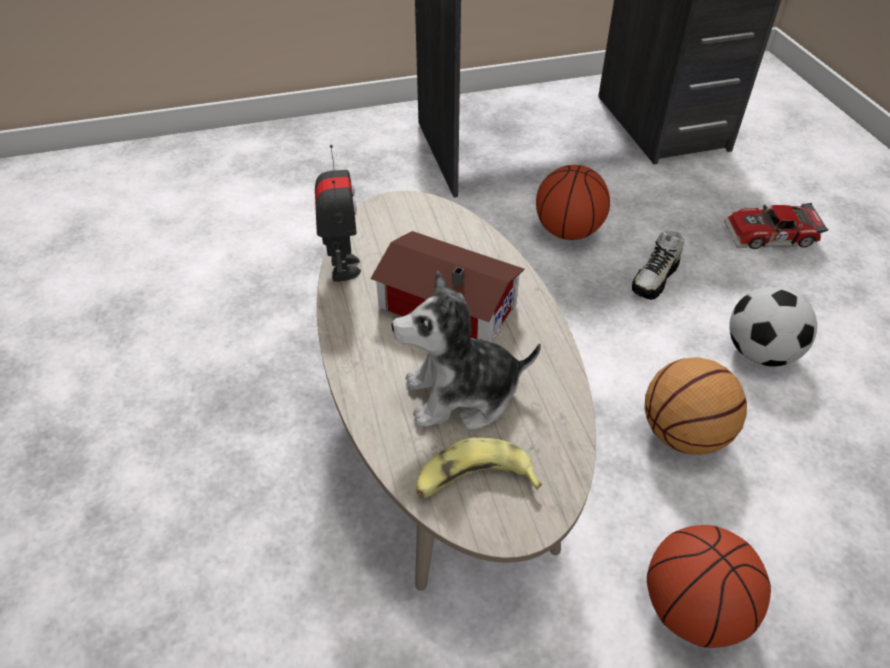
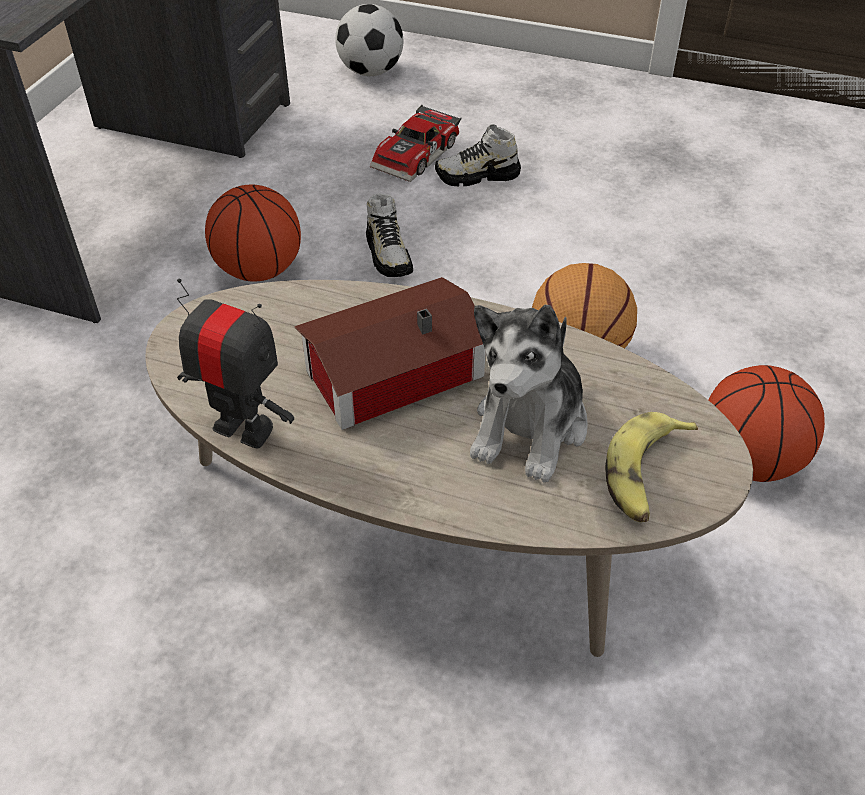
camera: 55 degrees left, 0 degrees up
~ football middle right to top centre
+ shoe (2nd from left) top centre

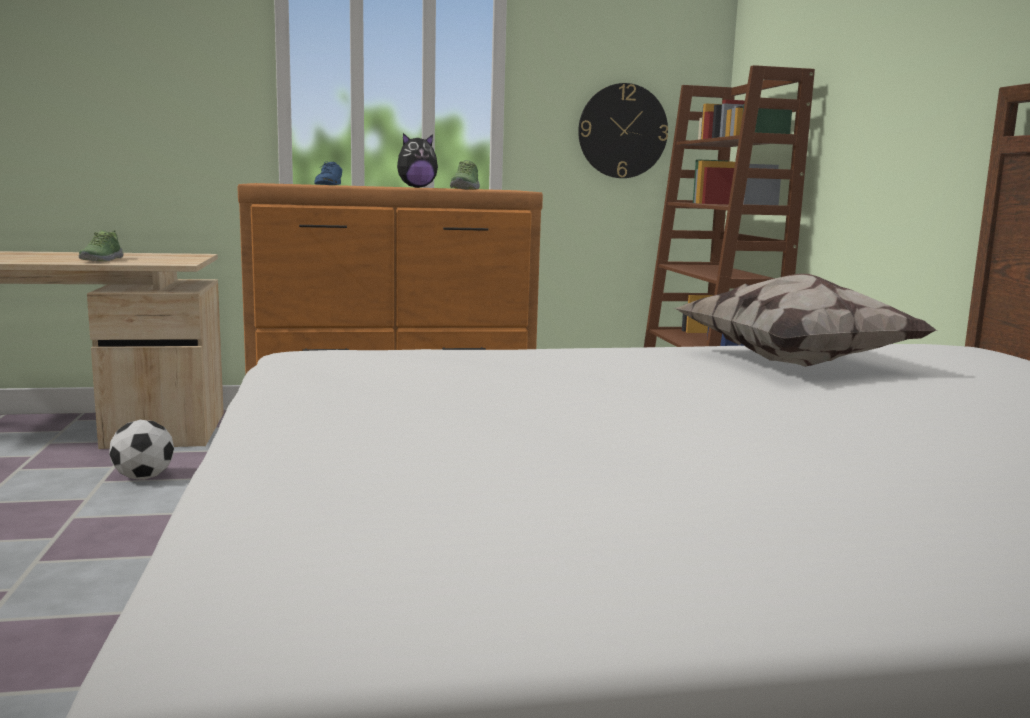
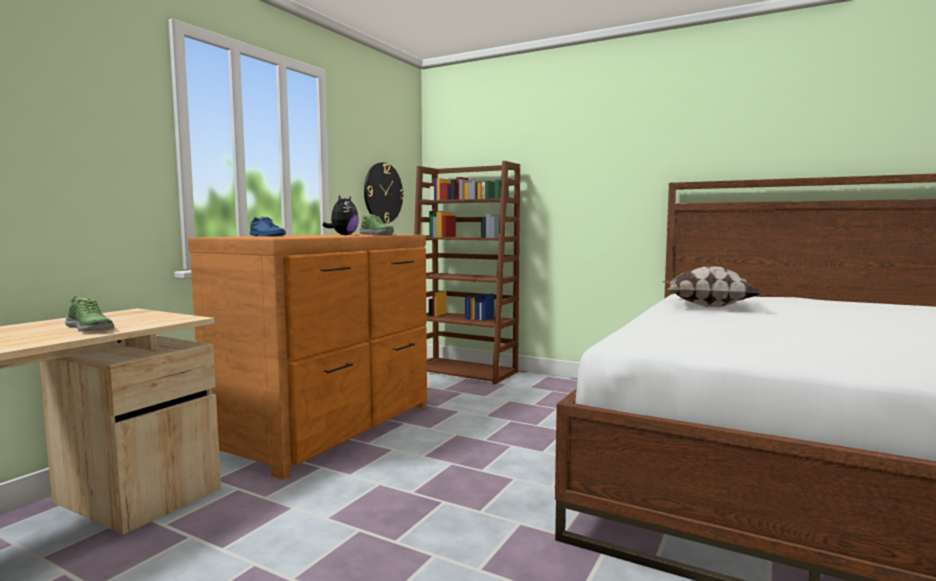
camera: 50 degrees left, 5 degrees down
- football middle left

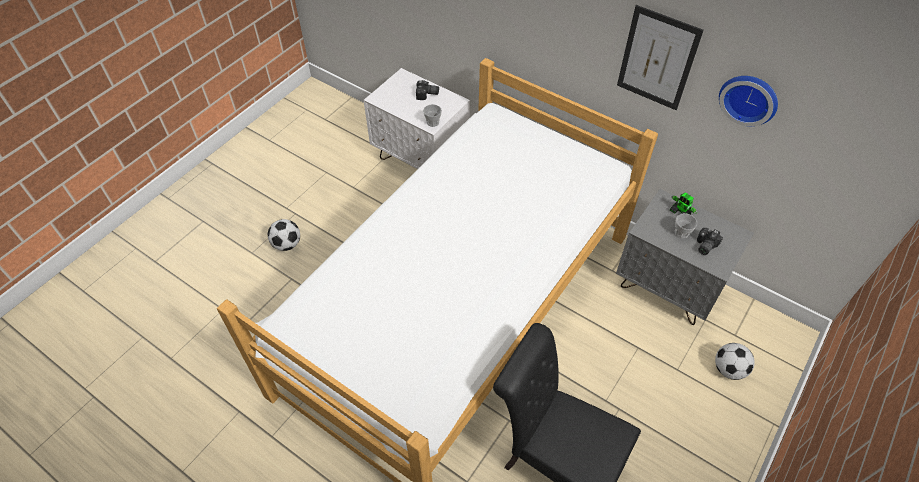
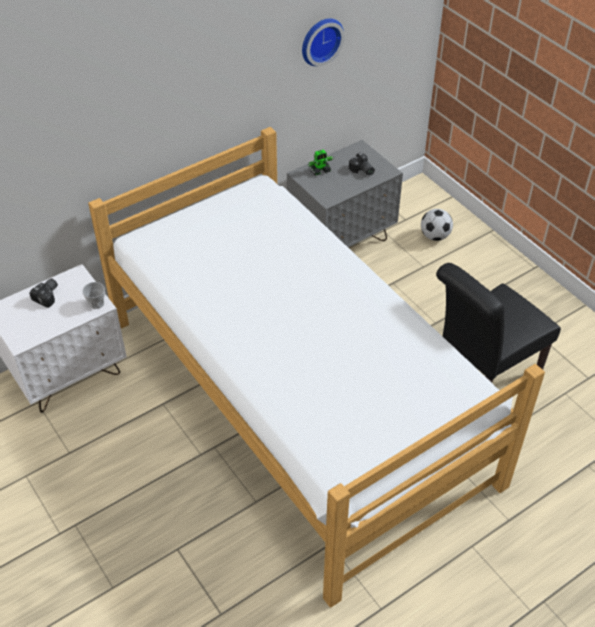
camera: 70 degrees left, 5 degrees down
- picture top right
- cup (2nd from left) middle right
- football (1st from left) middle left

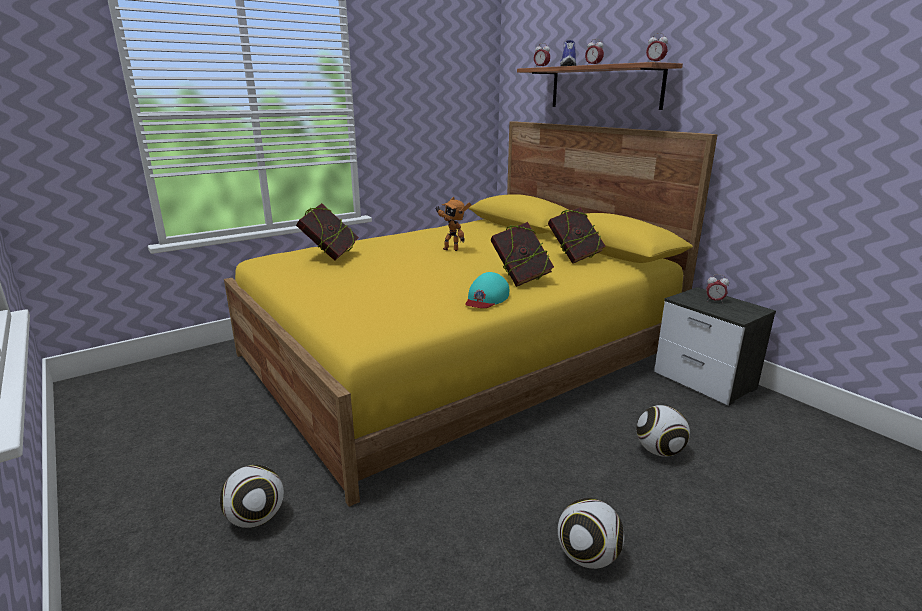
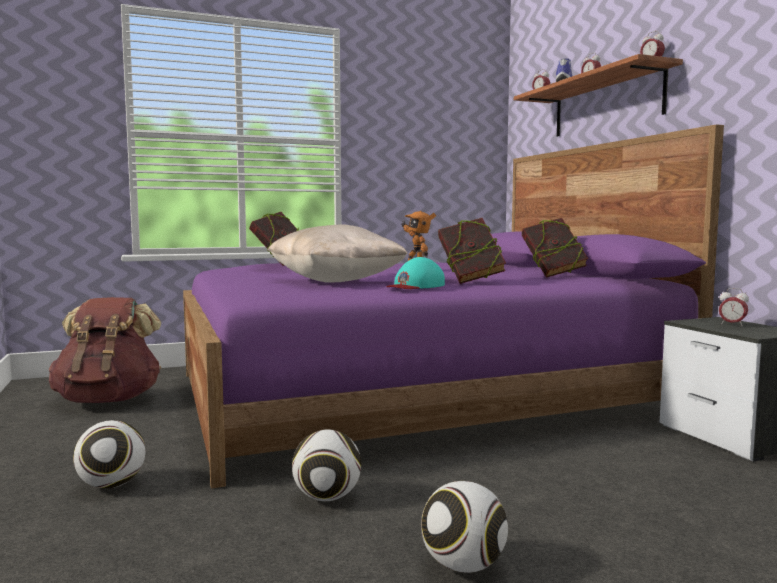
camera: 15 degrees right, 15 degrees down
~ yellow bed centre to purple bed centre
~ football (3rd from left in the first image) bottom right to football (2nd from left) bottom centre
+ beige pillow centre
+ brown backpack middle left

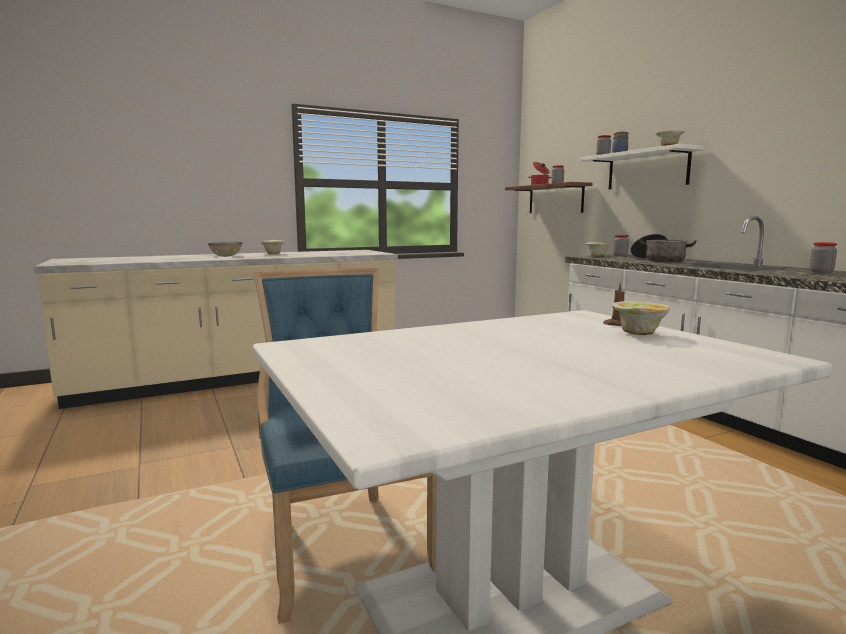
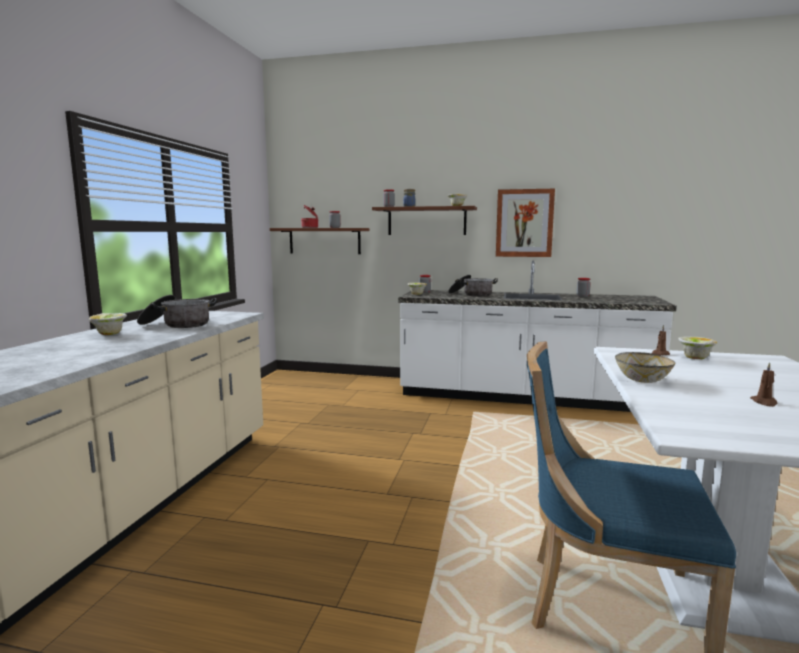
camera: 50 degrees left, 0 degrees up
~ white shelf top right to brown shelf (2nd from left) centre
~ bowl (1st from left in the first image) middle left to bowl (4th from left) middle right
+ picture centre
+ cooking pot (1st from left) middle left
+ brown candle (2nd from left) middle right

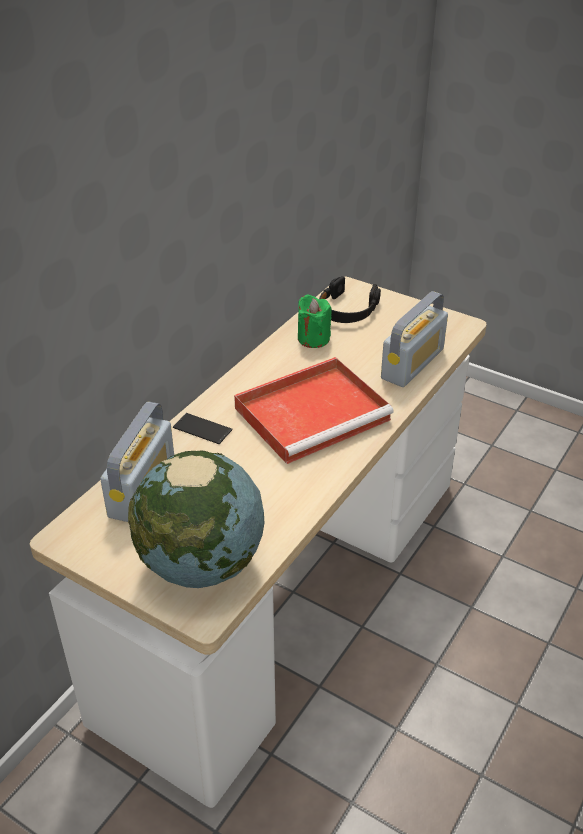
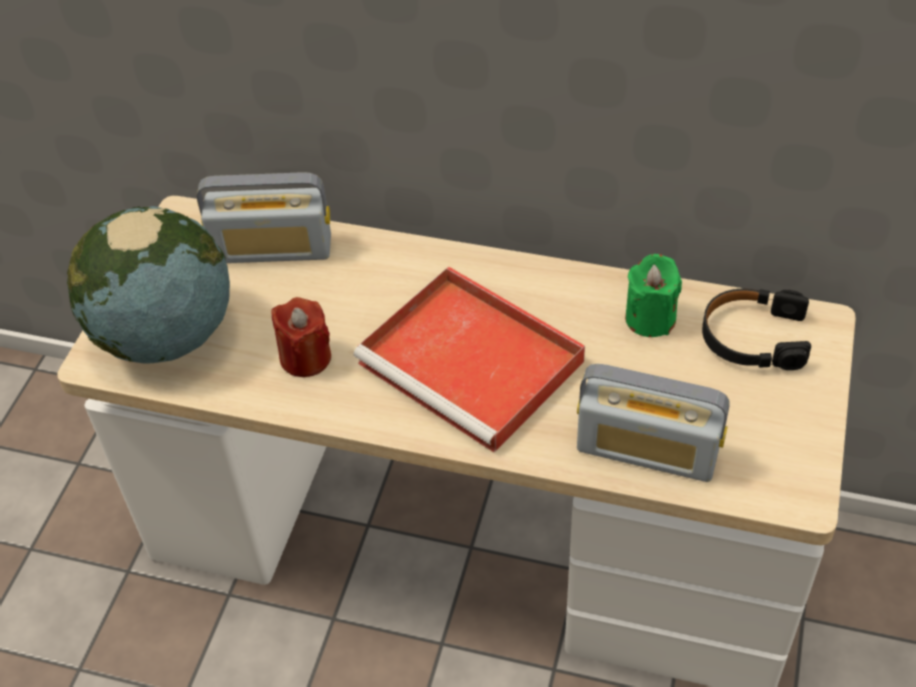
camera: 75 degrees right, 10 degrees up
- phone centre
+ red candle middle left

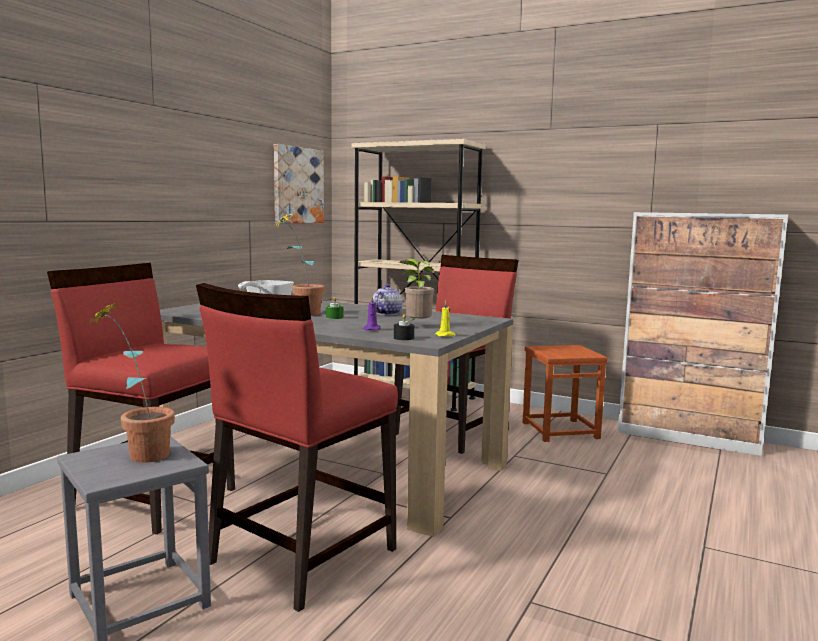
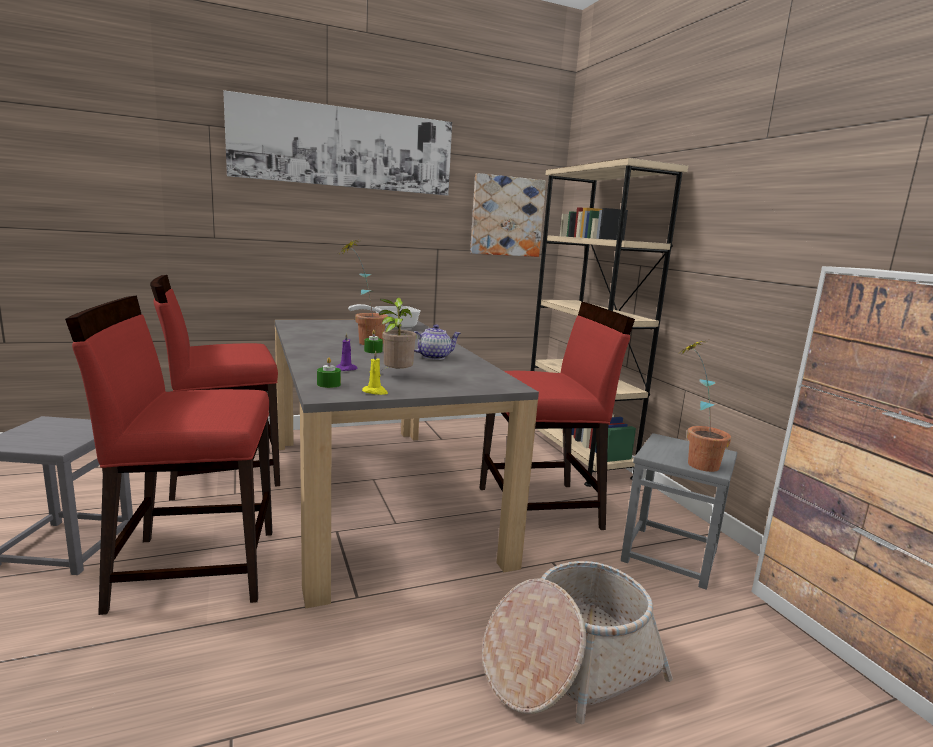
camera: 40 degrees right, 5 degrees up
~ red chair (1st from left in the first image) middle left = middle left 90 degrees counterclockwise
~ potted plant (1st from left in the first image) middle left to potted plant (3rd from left) middle right
~ black candle centre to green candle (1st from left) centre
~ brown stool middle right to grey stool (2nd from left) bottom right
+ picture (1st from left) top centre
+ basket bottom centre

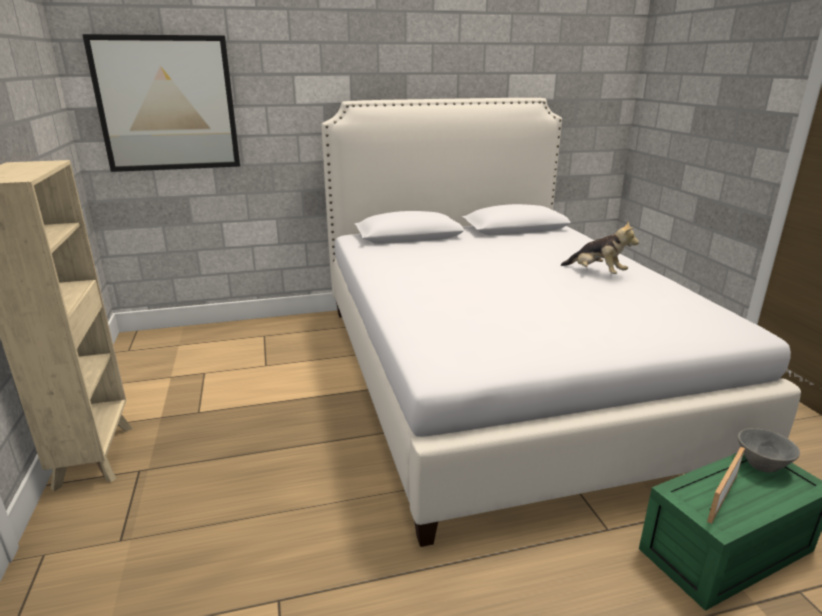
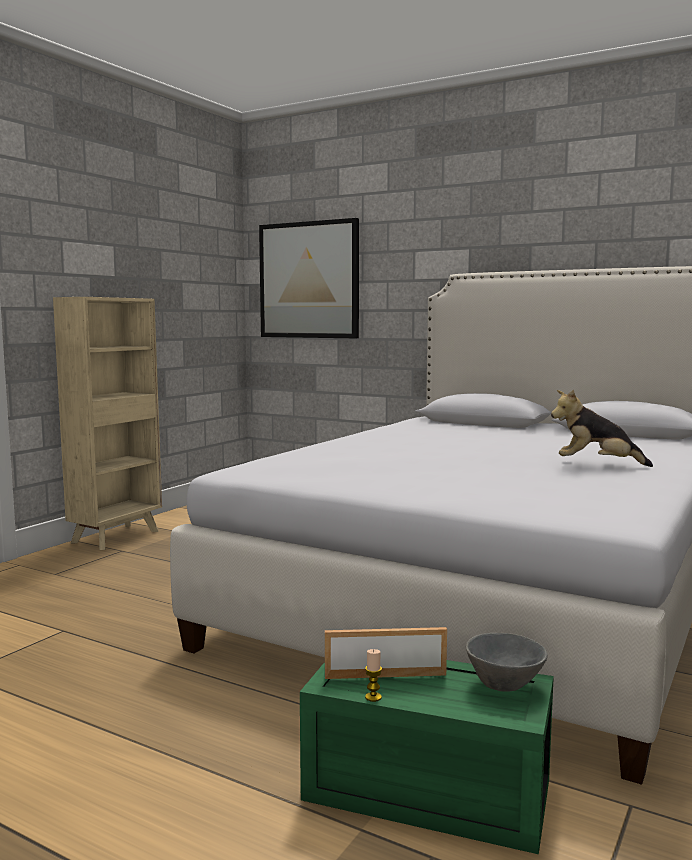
camera: 45 degrees right, 15 degrees down
~ plush toy middle right = middle right 105 degrees clockwise
+ candle bottom centre

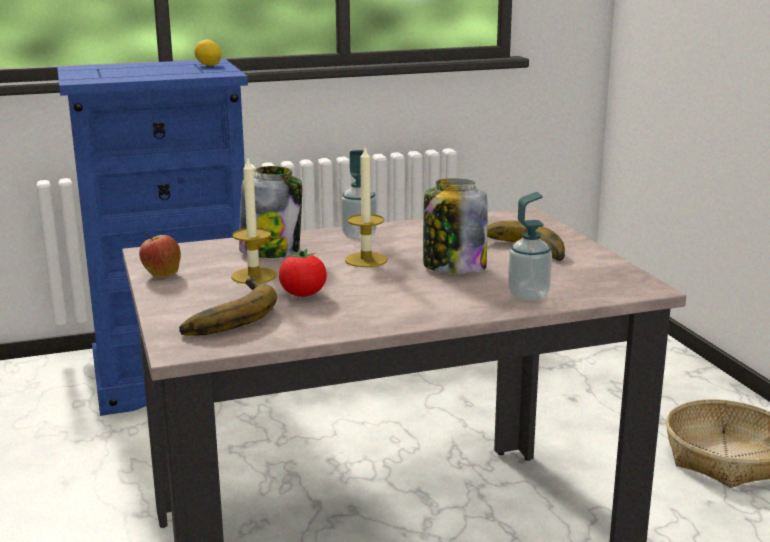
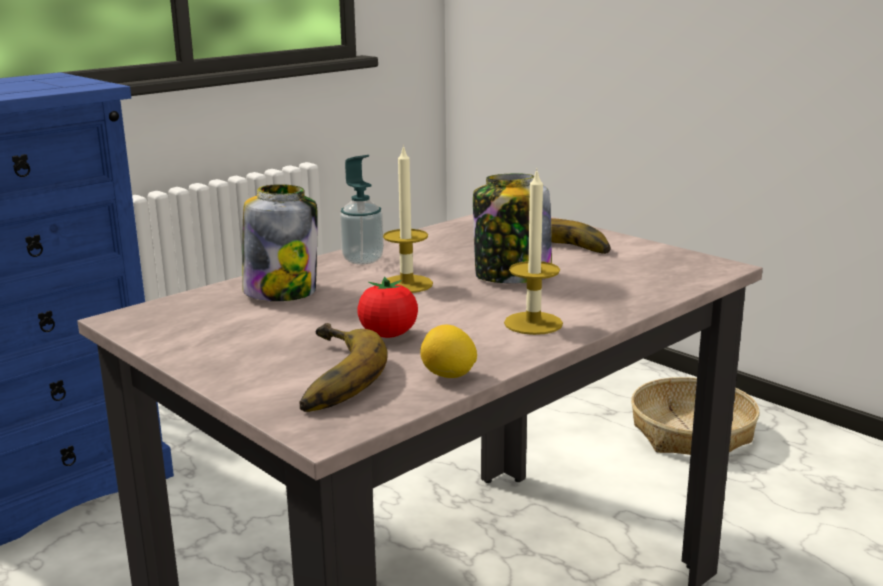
camera: 25 degrees left, 0 degrees up
~ lemon top left to centre
~ candle (1st from left in the first image) middle left to candle (2nd from left) centre
- soap dispenser (2nd from left) middle right
- apple middle left

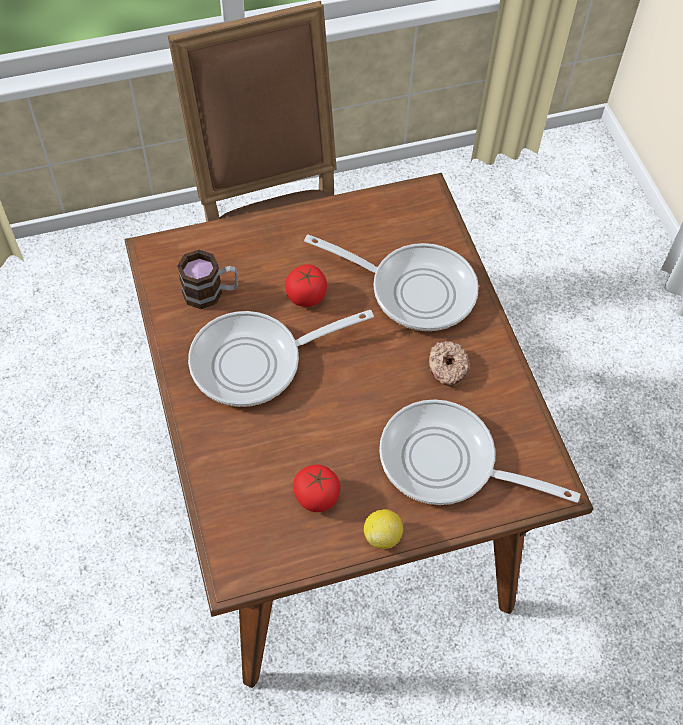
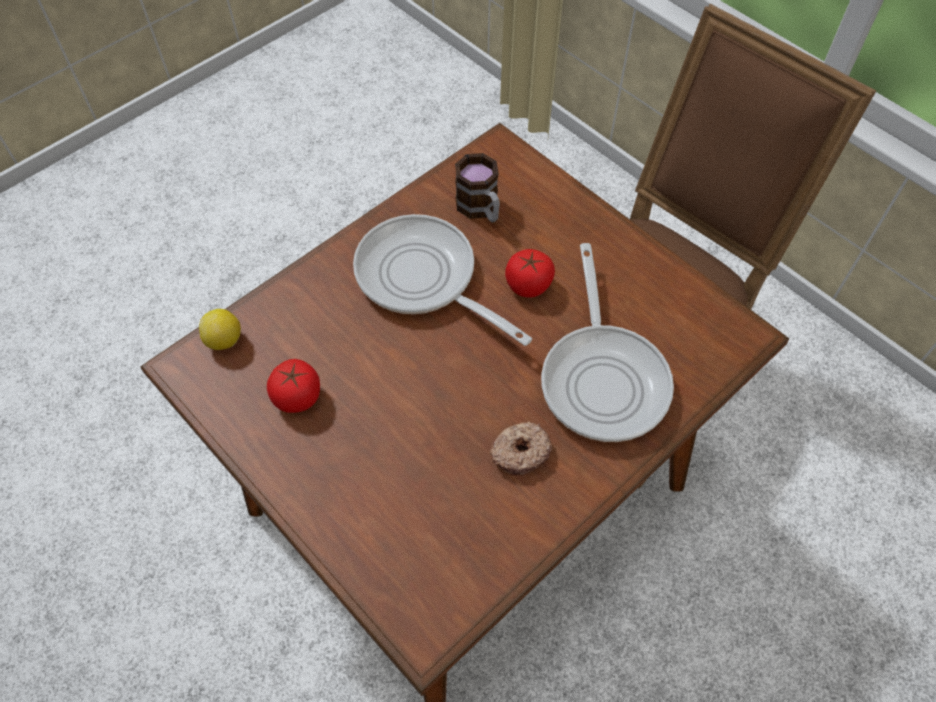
camera: 65 degrees right, 0 degrees up
- frying pan (3rd from left) middle right
~ lemon bottom centre to middle left

